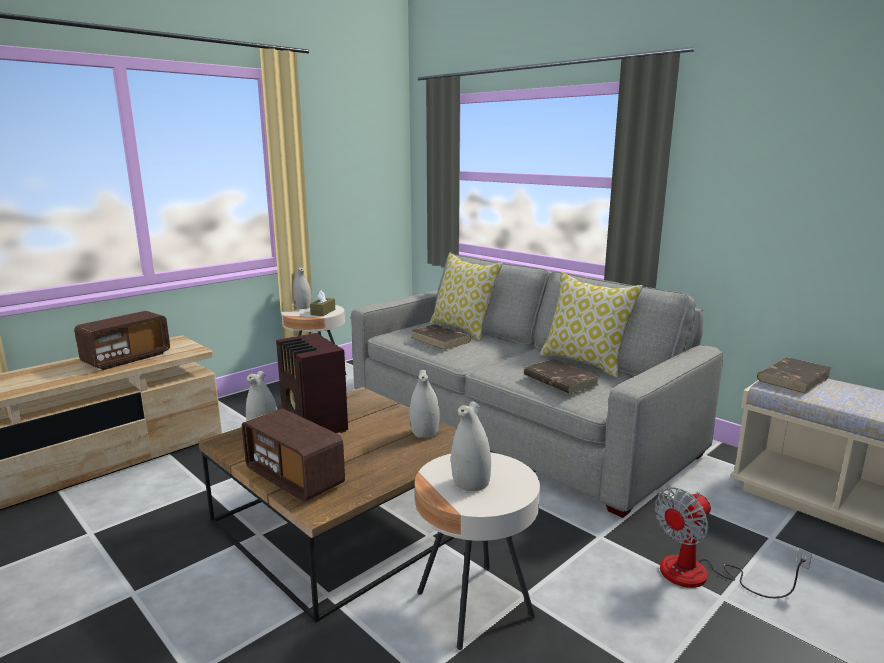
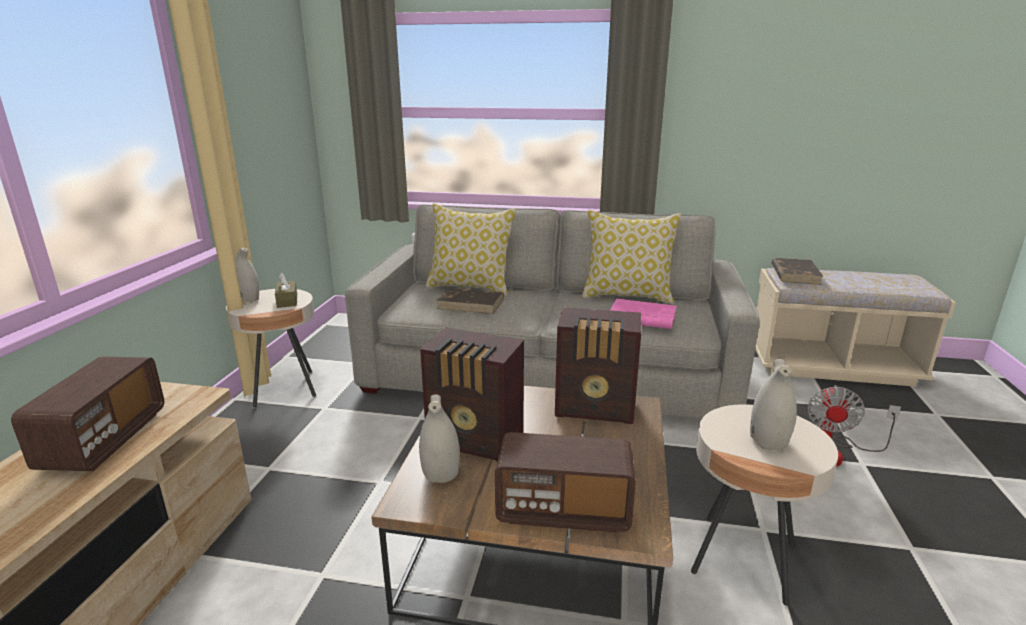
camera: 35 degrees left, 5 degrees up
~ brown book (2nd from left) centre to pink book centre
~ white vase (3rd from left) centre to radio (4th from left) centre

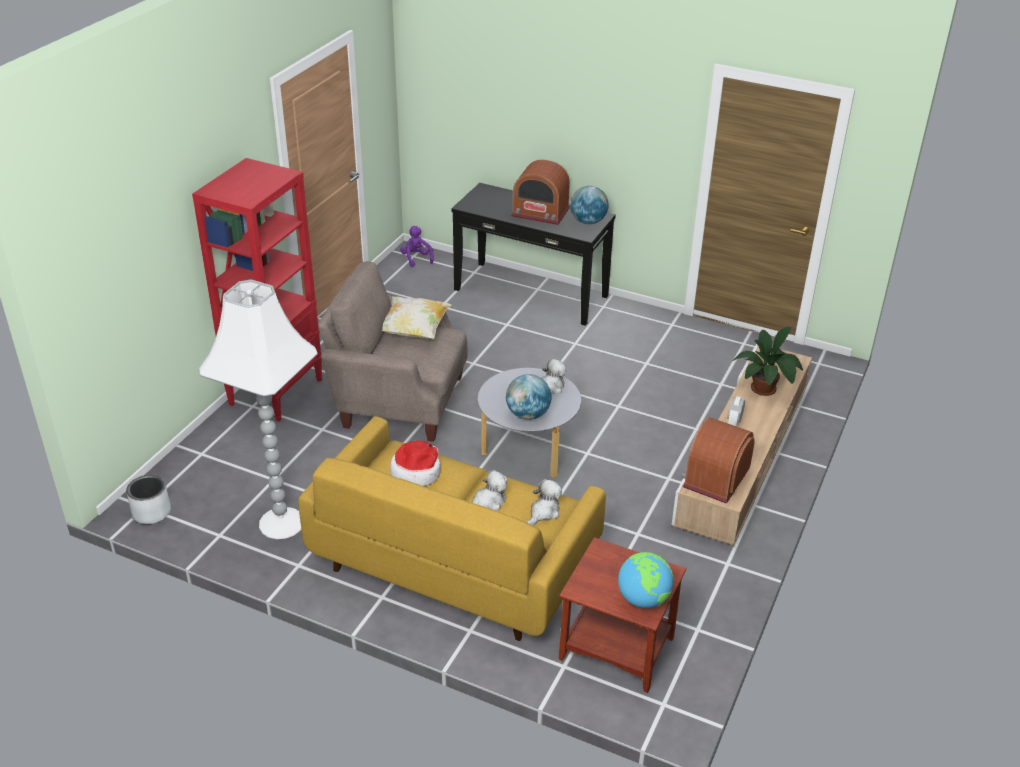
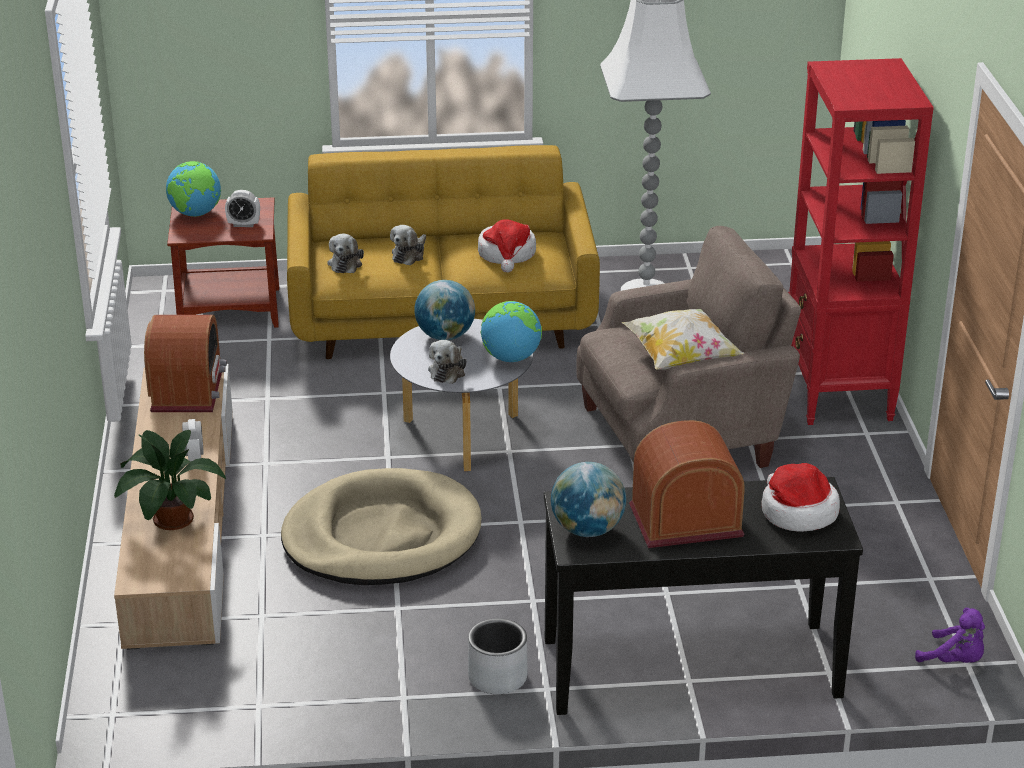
camera: 150 degrees right, 5 degrees down
~ grey planter middle left to bottom centre
+ alarm clock (2nd from left) top left
+ globe (3rd from left) centre
+ hat (2nd from left) middle right
+ beige dog bed bottom centre

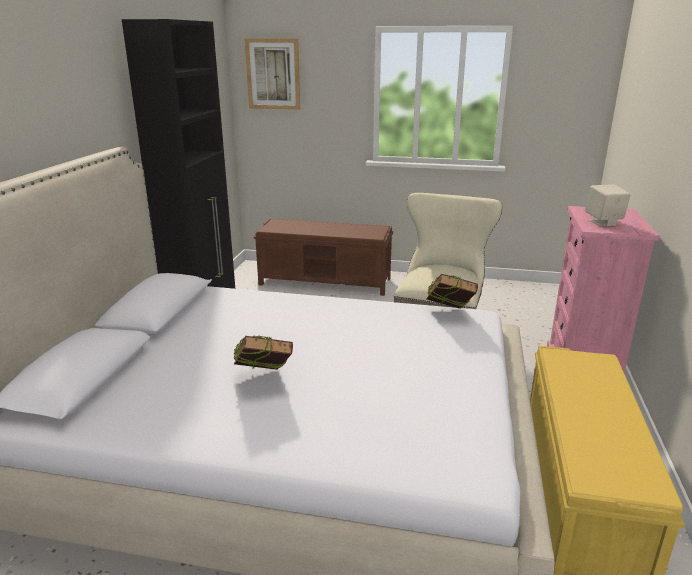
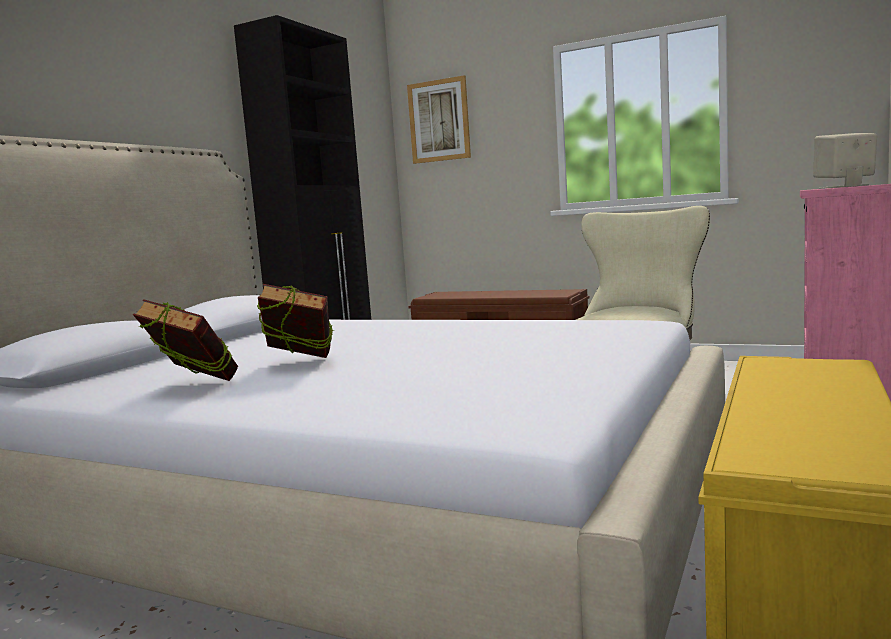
camera: 15 degrees right, 15 degrees down
~ book (2nd from left in the first image) centre to book (1st from left) middle left

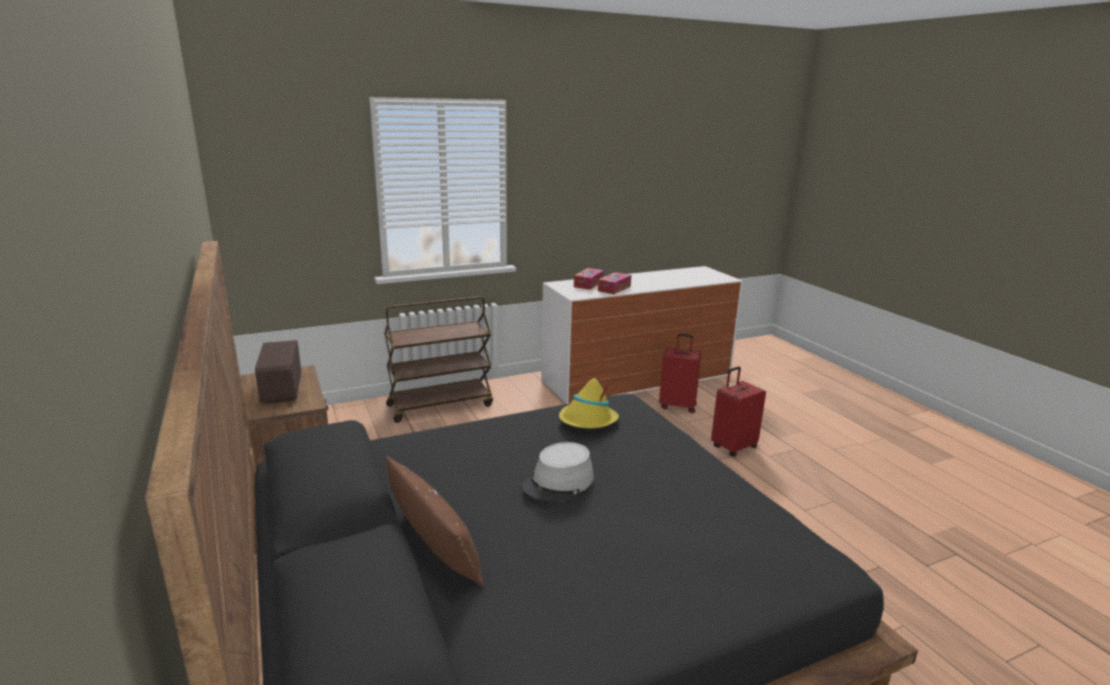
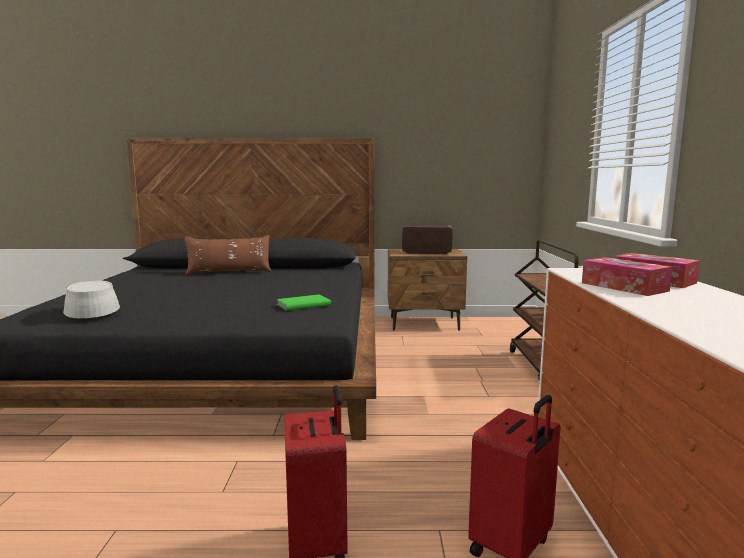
camera: 115 degrees right, 10 degrees down
~ yellow hat centre to green book centre
~ grey hat bottom centre to middle left

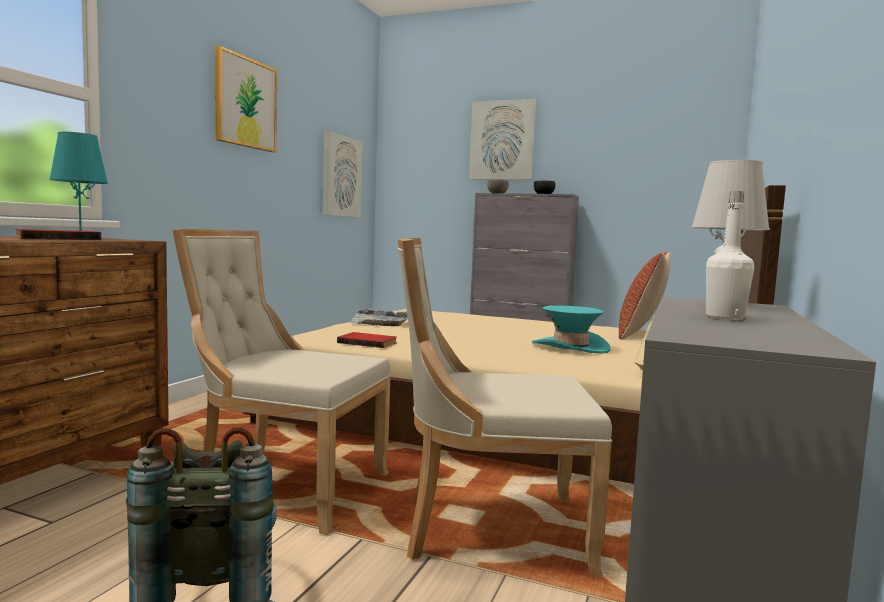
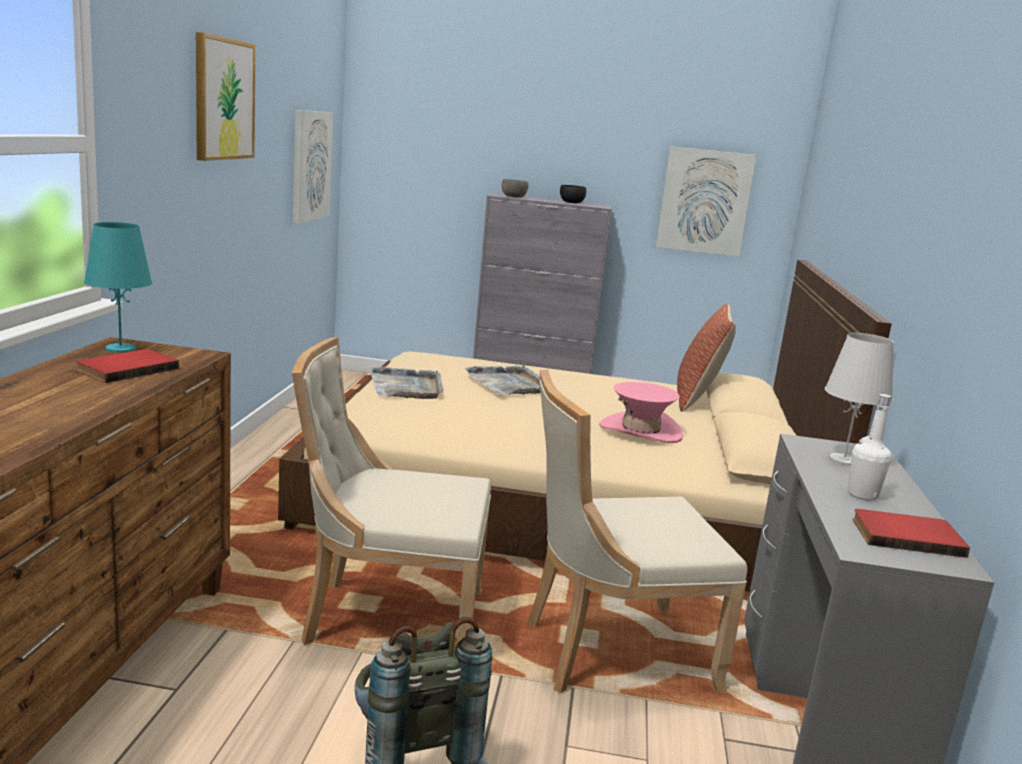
camera: 15 degrees left, 10 degrees up
~ picture (3rd from left) top centre to top right
~ turquoise hat centre to pink hat centre
~ red book (2nd from left) centre to bottom right
+ grey tray (2nd from left) centre

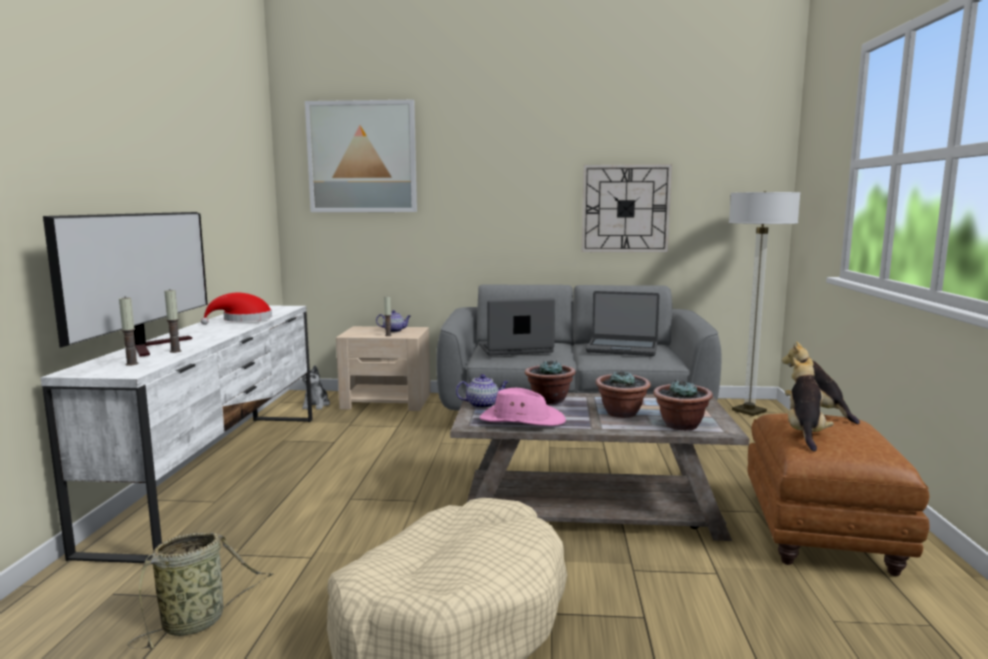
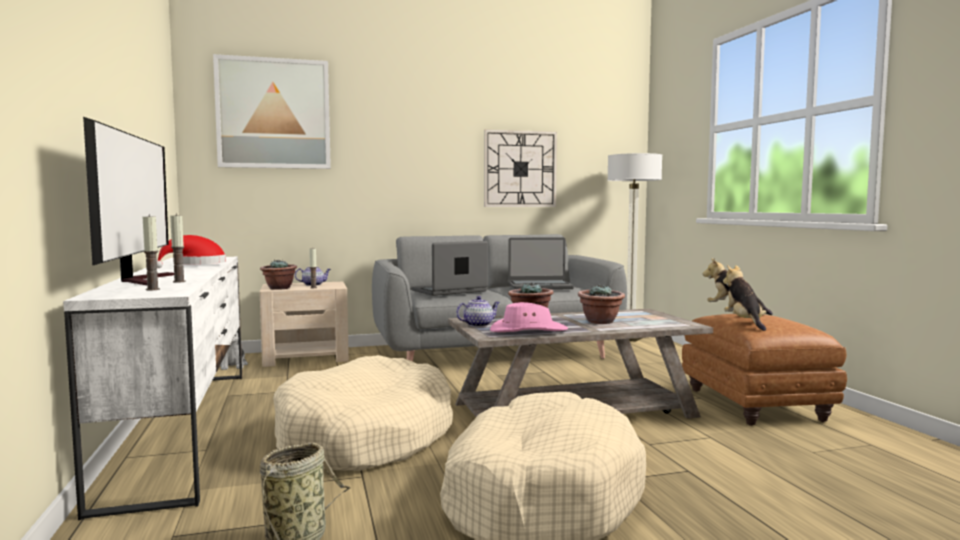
camera: 20 degrees left, 5 degrees down
~ potted plant (3rd from left in the first image) middle right to potted plant (1st from left) middle left
+ beige dog bed (1st from left) bottom centre

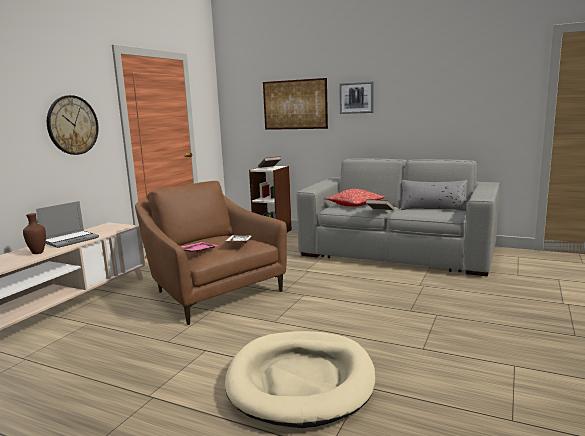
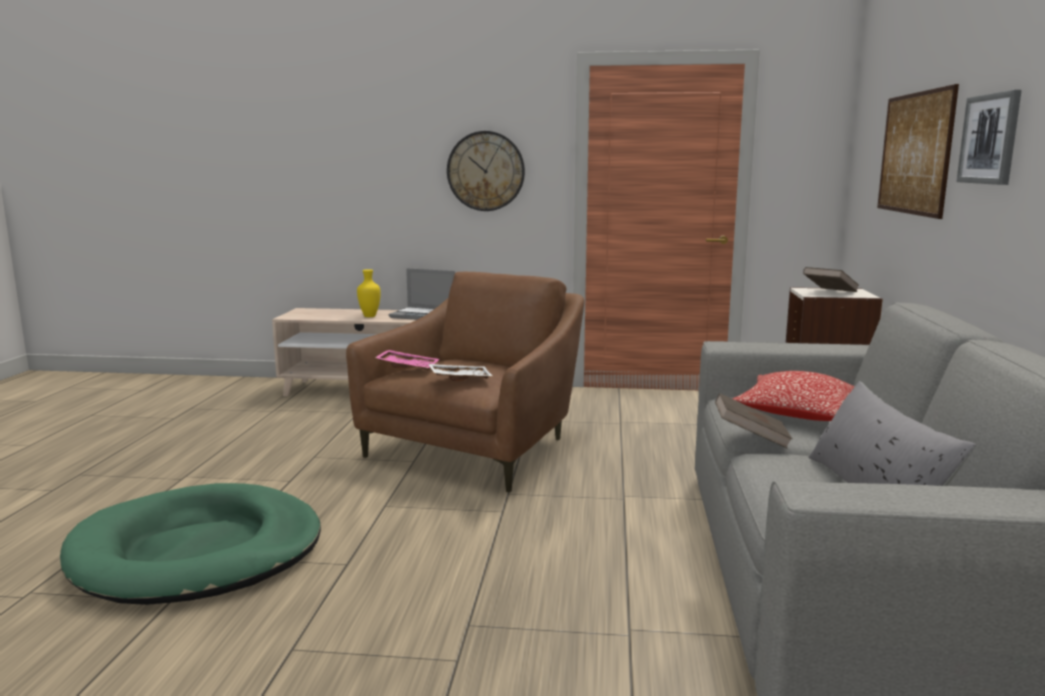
camera: 70 degrees right, 0 degrees up
~ brown vase middle left to yellow vase centre
~ beige dog bed bottom centre to green dog bed bottom left

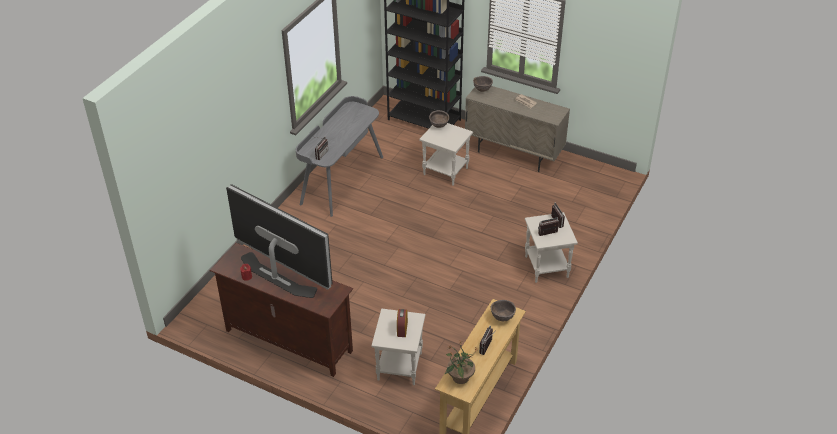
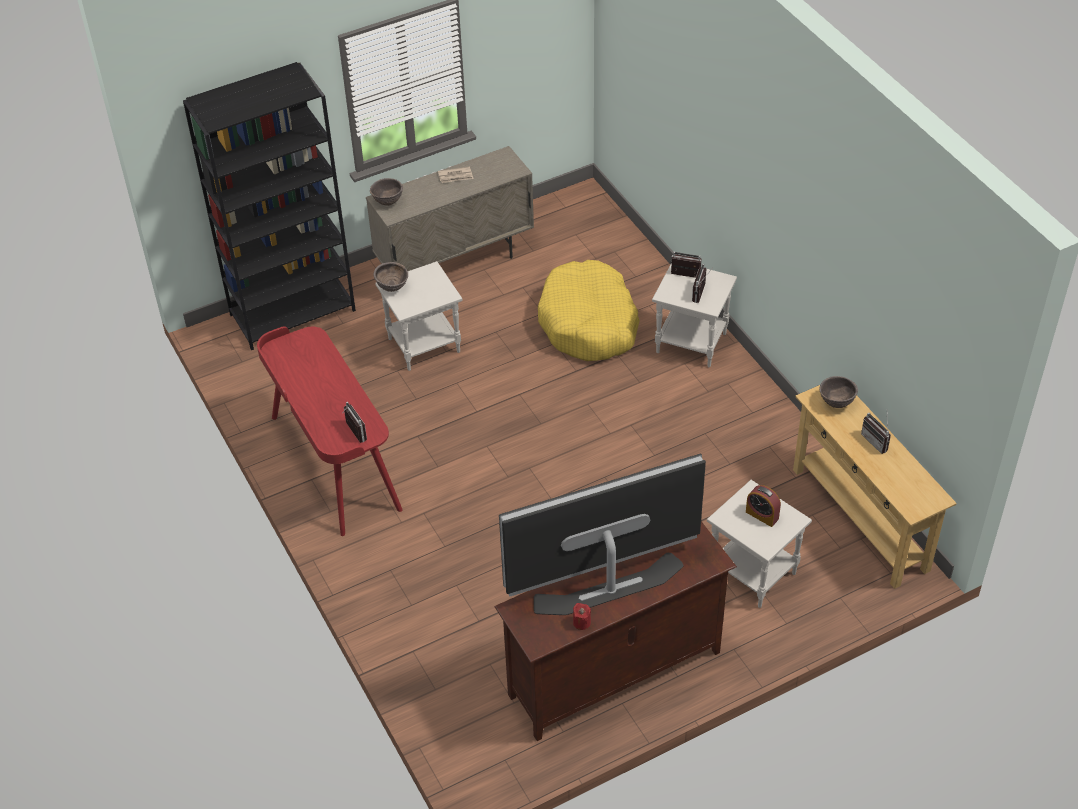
camera: 55 degrees left, 5 degrees up
~ grey desk centre to red desk middle left
- potted plant bottom centre
+ yellow dog bed centre

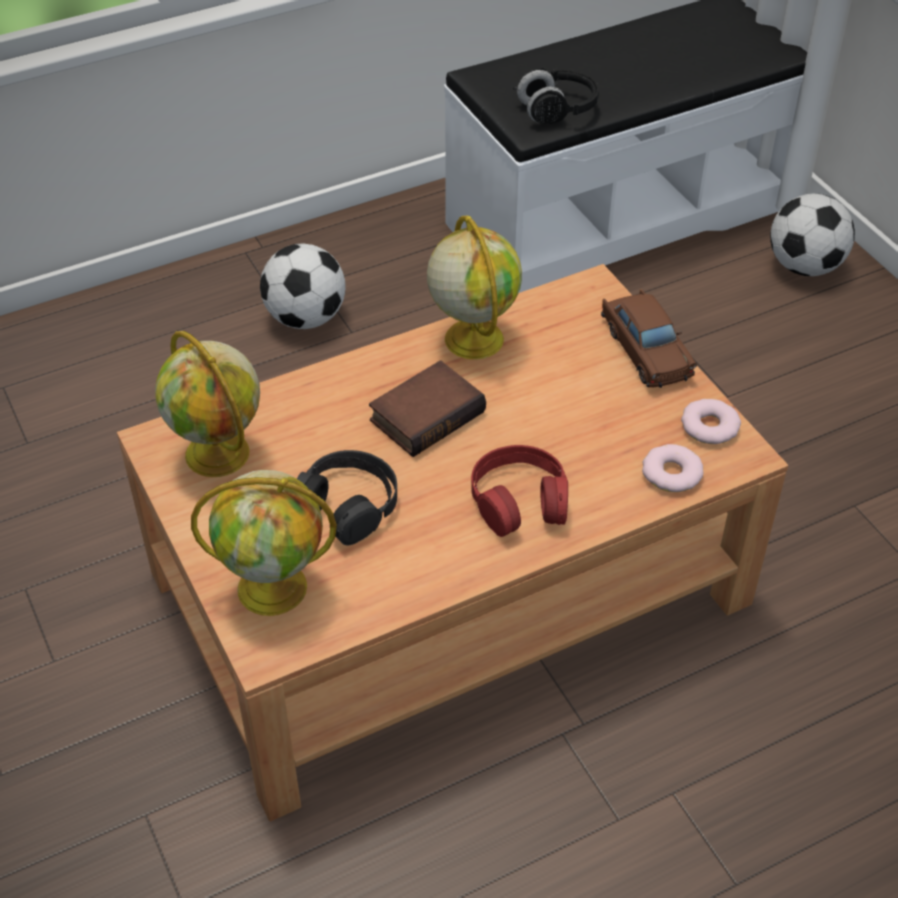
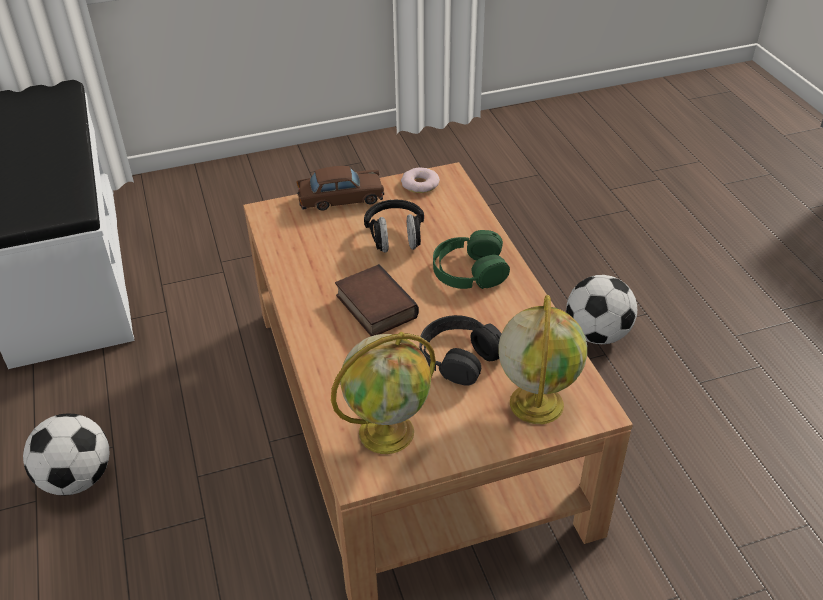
camera: 80 degrees left, 5 degrees down
~ black headphones (2nd from left in the first image) top centre to black headphones (1st from left) centre
~ football (2nd from left) top right to middle right
- globe (3rd from left) top centre
- donut (1st from left) middle right
~ red headphones centre to green headphones centre

